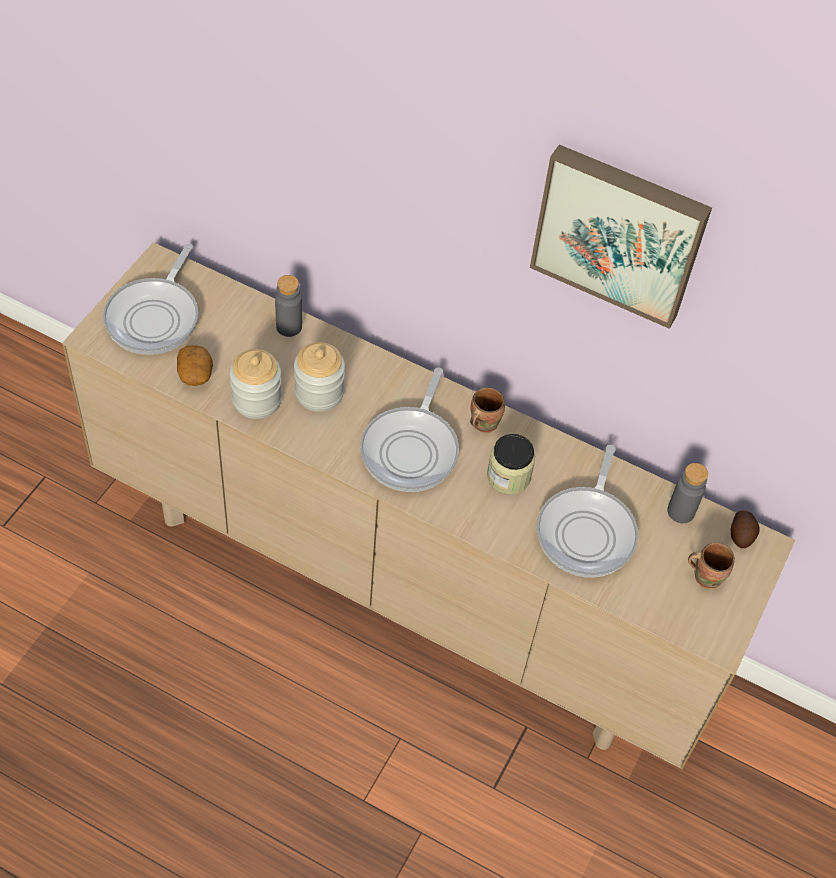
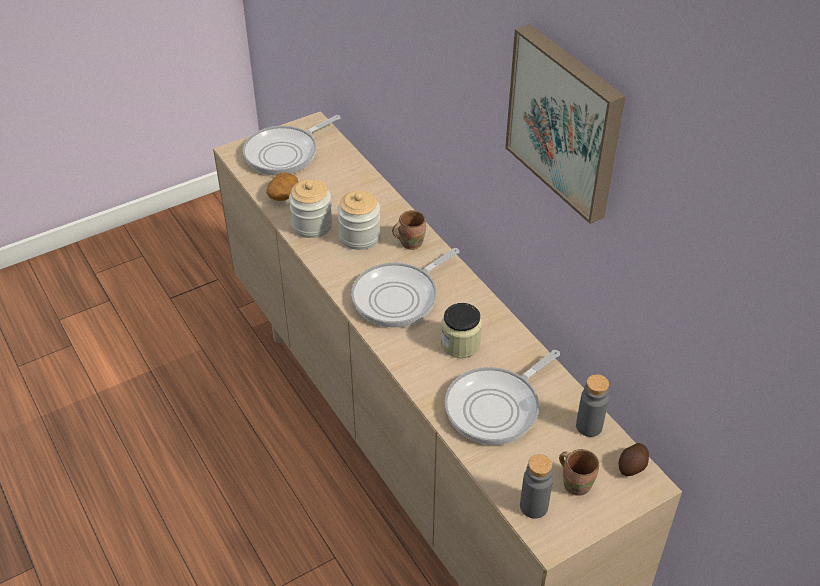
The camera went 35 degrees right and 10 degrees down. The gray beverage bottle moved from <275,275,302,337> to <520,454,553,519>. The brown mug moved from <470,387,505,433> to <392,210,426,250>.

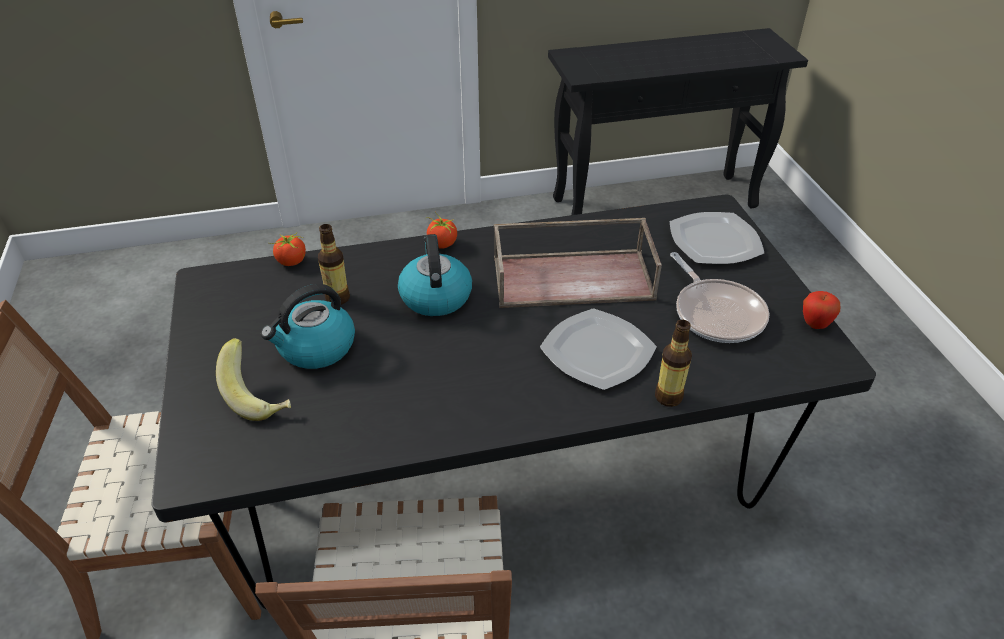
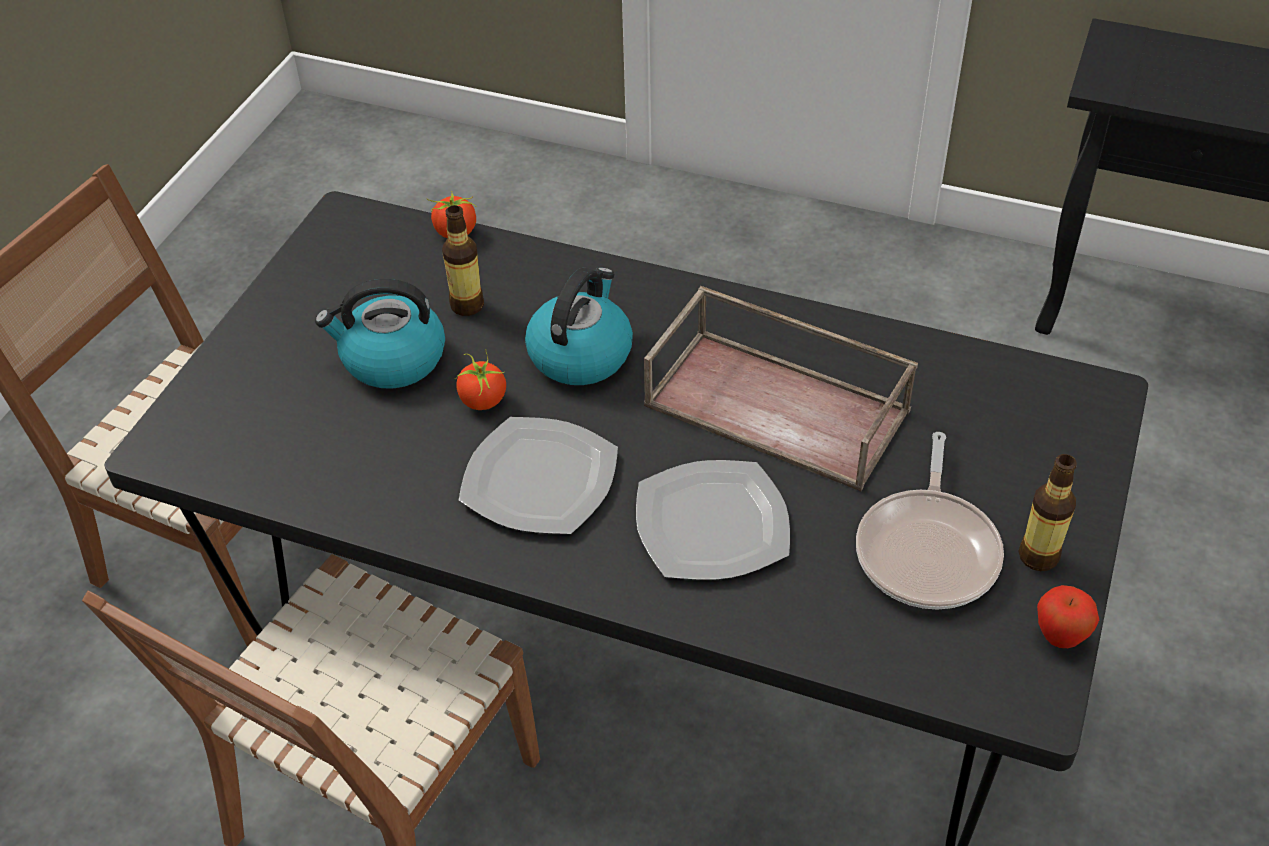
The camera went 35 degrees right and 5 degrees up. The tomato moved from <427,211,457,249> to <454,352,506,410>. The dinner plate moved from <670,212,764,264> to <459,417,618,534>. The beverage bottle moved from <655,320,692,407> to <1019,454,1077,571>. The banana at <216,338,291,421> disappeared.

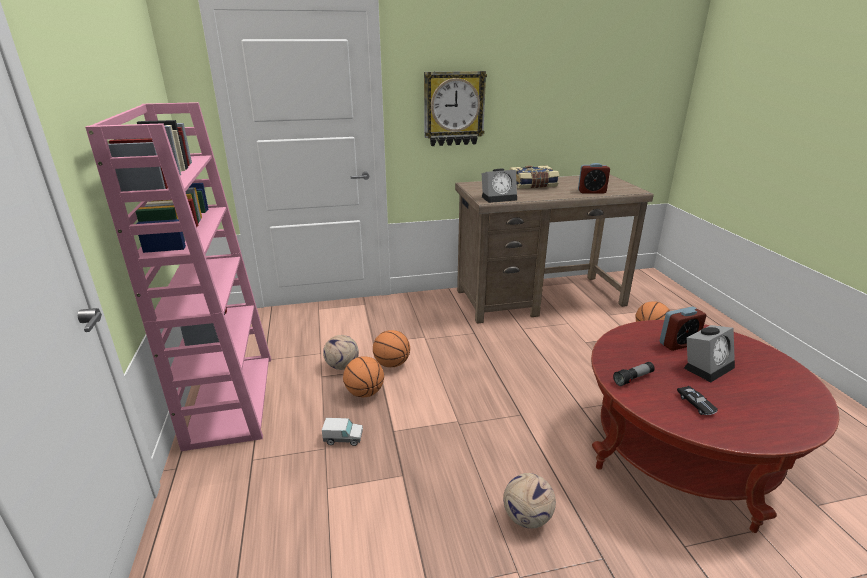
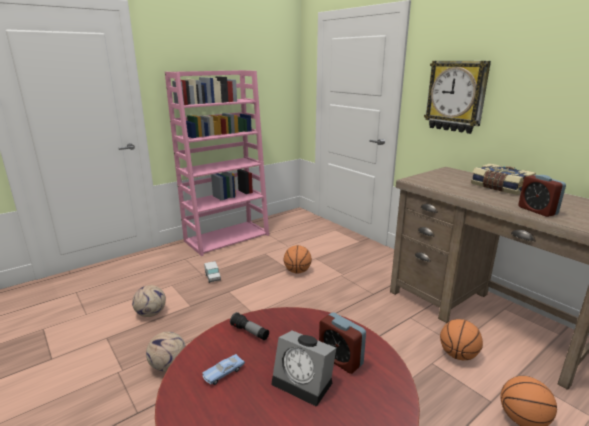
The camera went 65 degrees right and 5 degrees down. The bedside clock at <482,169,517,203> disappeared. The ball for football moved from <323,335,359,370> to <132,285,166,317>. The basketball ball moved from <343,356,384,397> to <440,319,483,360>. The black-coloured model car at <677,386,718,415> became the blue model car at <202,354,245,385>.

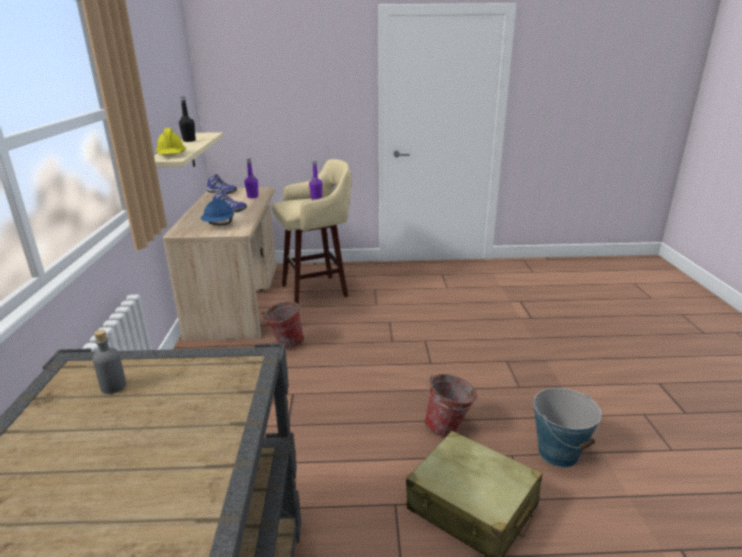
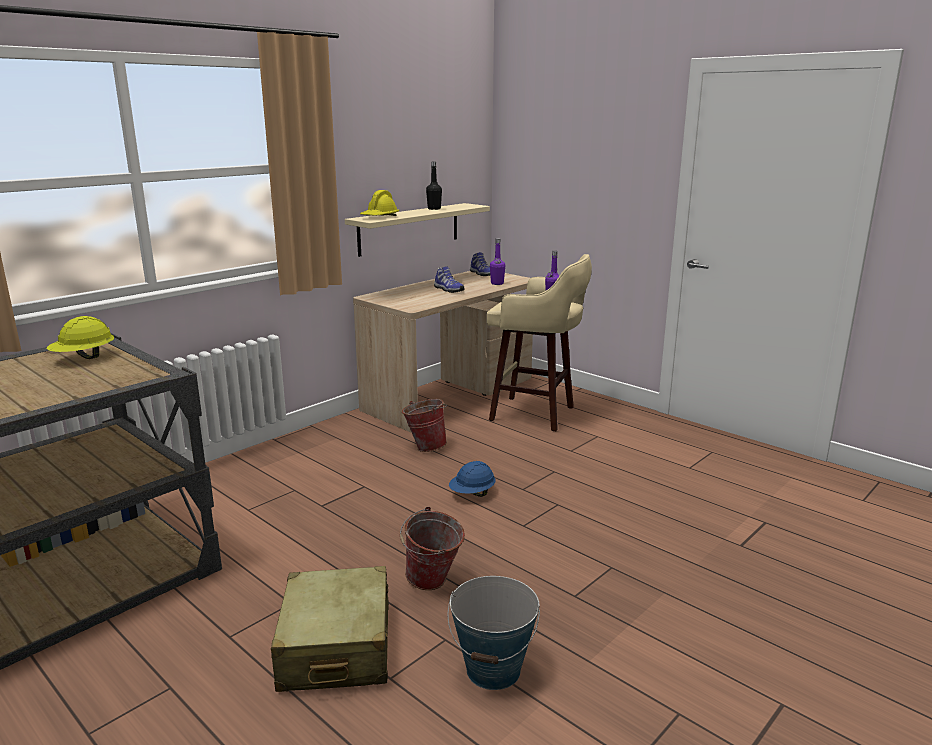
The camera went 45 degrees right and 5 degrees down. The blue safety helmet moved from <201,199,234,225> to <449,461,496,497>. The gray beverage bottle at <92,330,126,394> was replaced by the yellowish safety helmet at <47,316,114,359>.

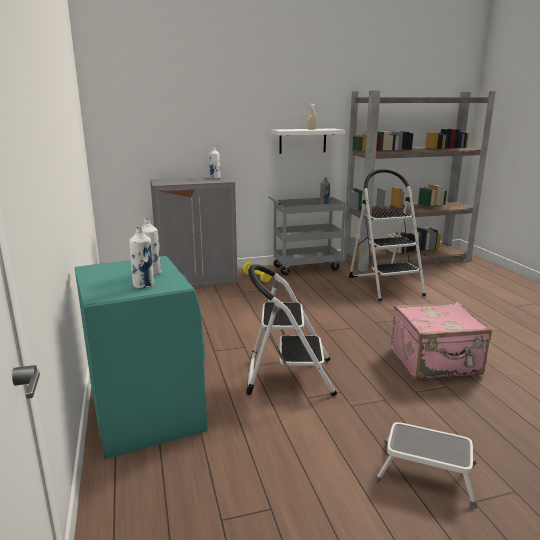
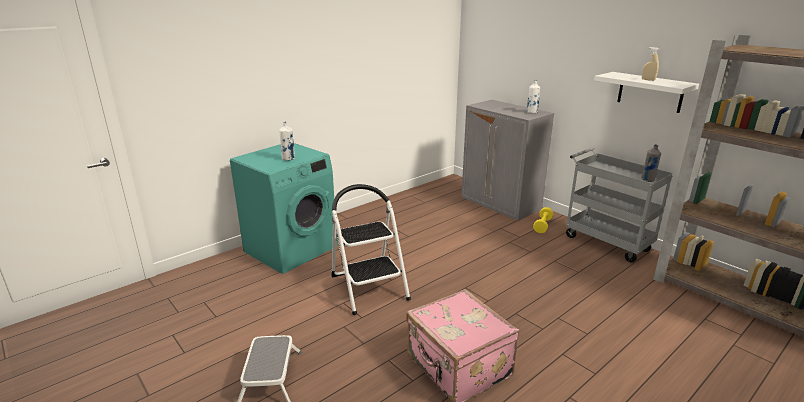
The camera went 65 degrees right and 5 degrees up. The step ladder at <349,169,426,301> disappeared. The white-coloured beverage bottle at <129,227,154,289> disappeared.

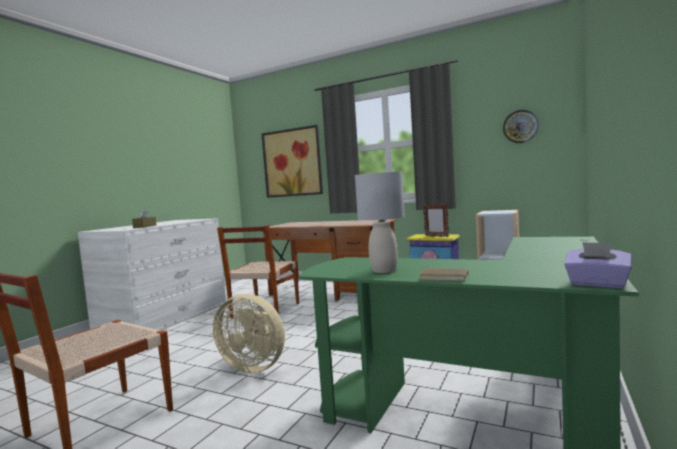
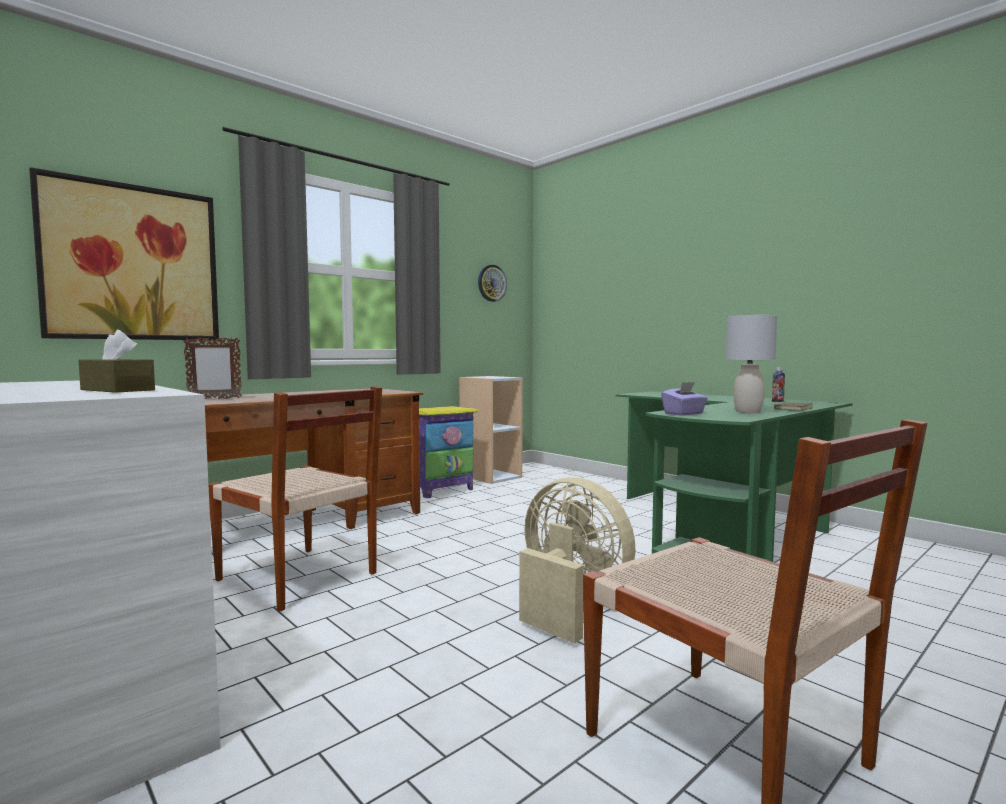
The camera went 70 degrees left and 0 degrees up. The photo frame moved from <423,203,449,237> to <183,338,242,399>. The purplish tissue box moved from <565,242,632,288> to <661,382,708,416>. The beige fan at <213,294,285,373> turned 90 degrees counterclockwise. The beverage bottle at <772,367,785,402> appeared.

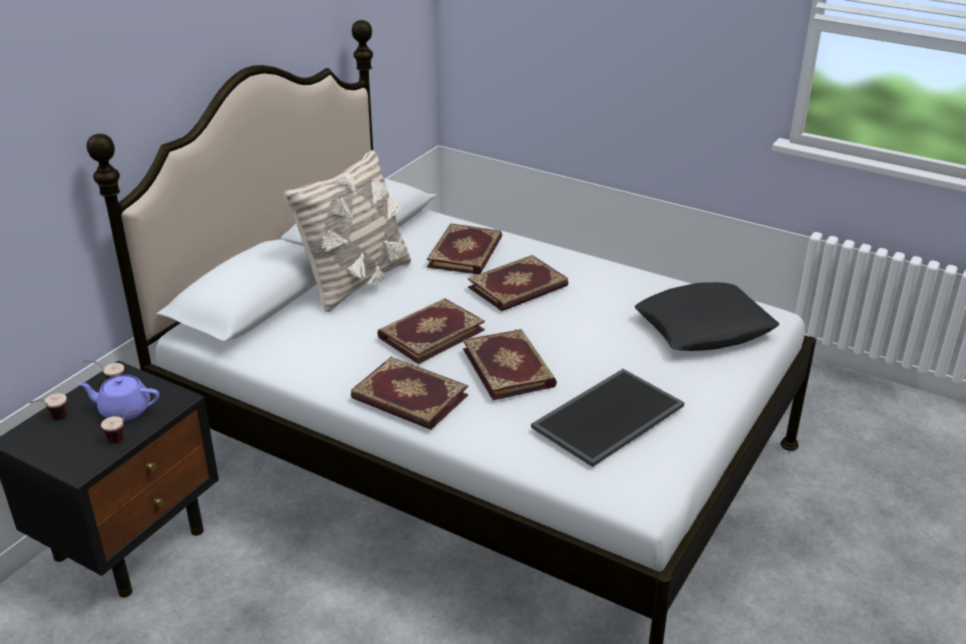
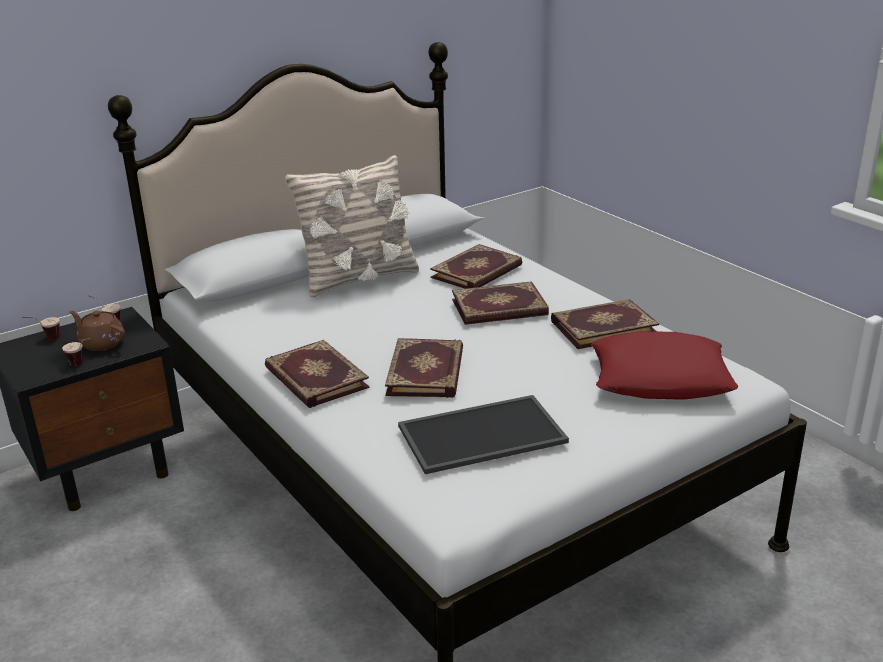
The camera went 25 degrees right and 5 degrees down. The black-coloured pillow at <635,282,779,351> became the reddish pillow at <591,331,738,400>. The volume moved from <377,298,485,364> to <551,299,659,349>. The purplish teapot at <77,375,159,421> became the brown teapot at <69,311,125,351>.

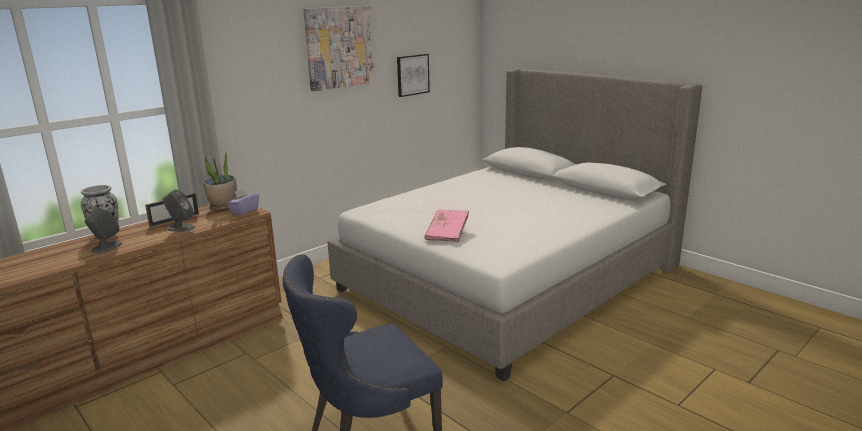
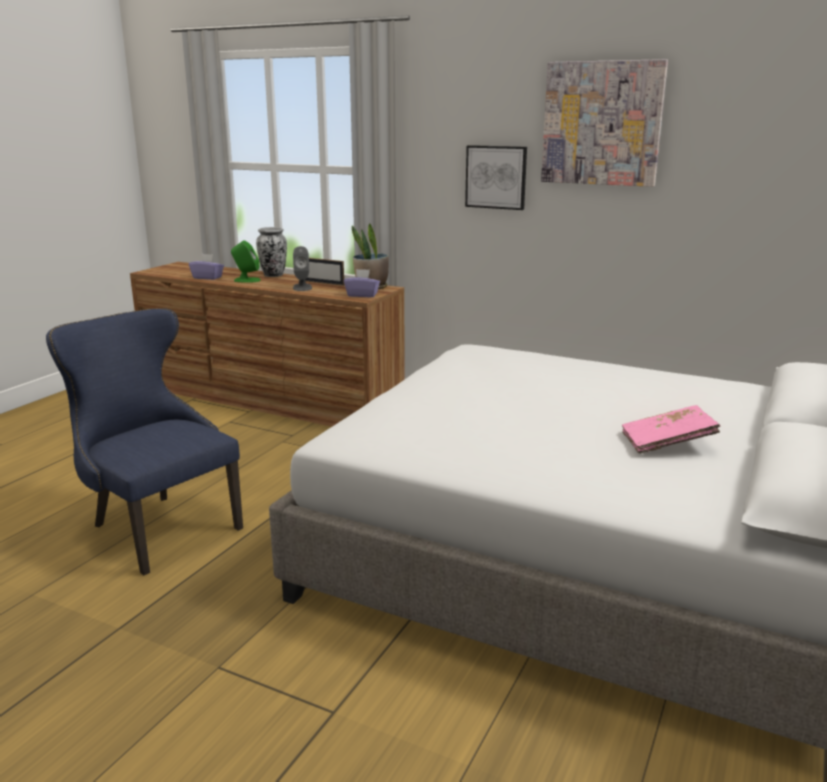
The camera went 70 degrees right and 0 degrees up. The wall art moved from <397,54,430,97> to <465,145,527,210>. The gray audio speaker at <85,207,122,253> became the greenish audio speaker at <231,240,260,282>. The pink-coloured volume moved from <424,210,469,242> to <622,405,720,454>. The purplish tissue box at <189,254,224,280> appeared.

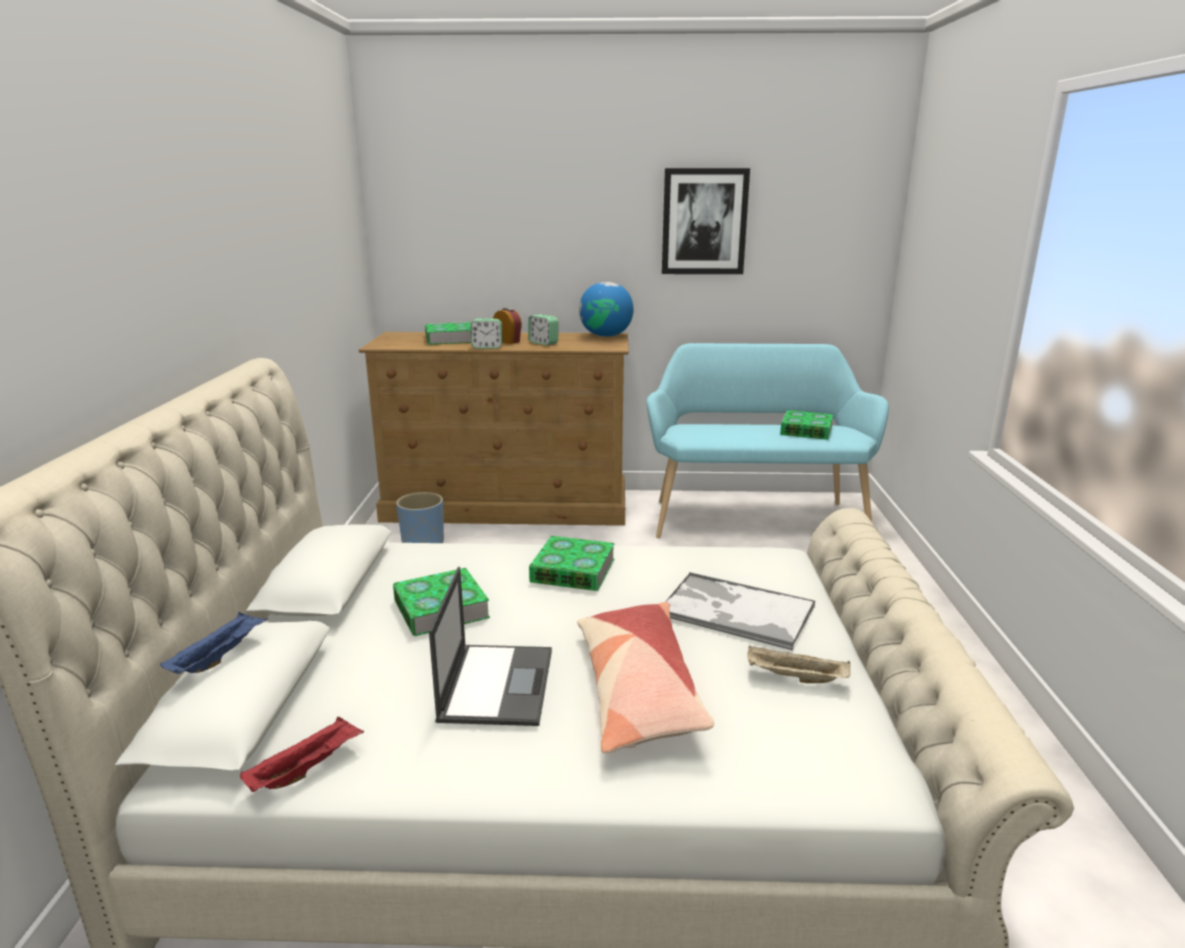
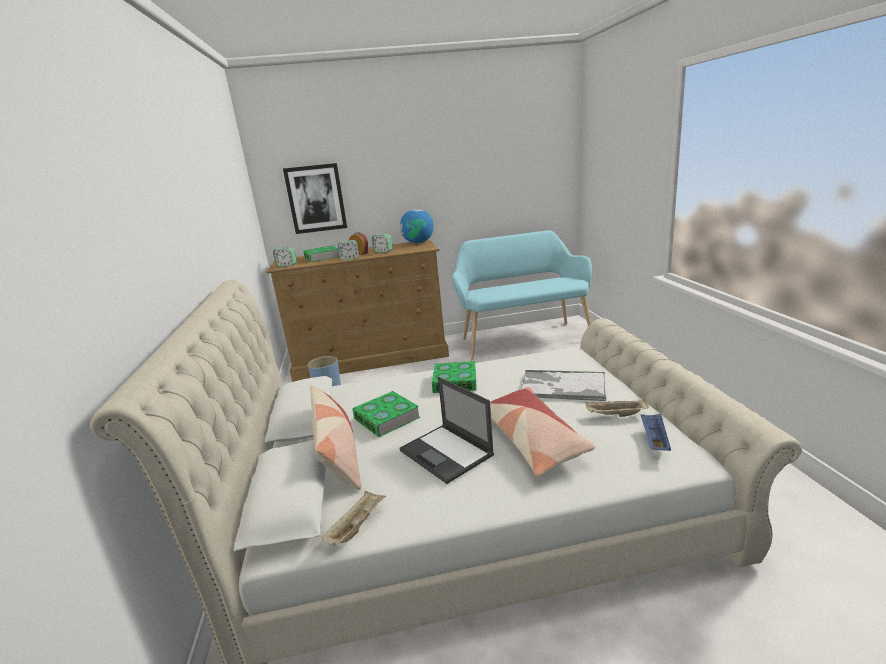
The camera went 10 degrees left and 0 degrees up. The wall art moved from <662,168,750,274> to <283,163,347,234>. The volume at <780,410,833,440> disappeared. The laptop at <429,567,552,726> turned 150 degrees clockwise. The blue tray moved from <160,612,268,674> to <641,413,671,451>. The reddish tray at <240,717,364,792> became the beige tray at <321,491,386,546>. The bedside clock at <273,247,297,267> appeared. The pillow at <310,385,362,490> appeared.

